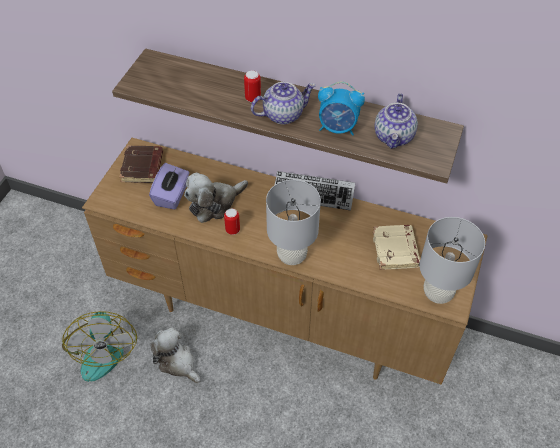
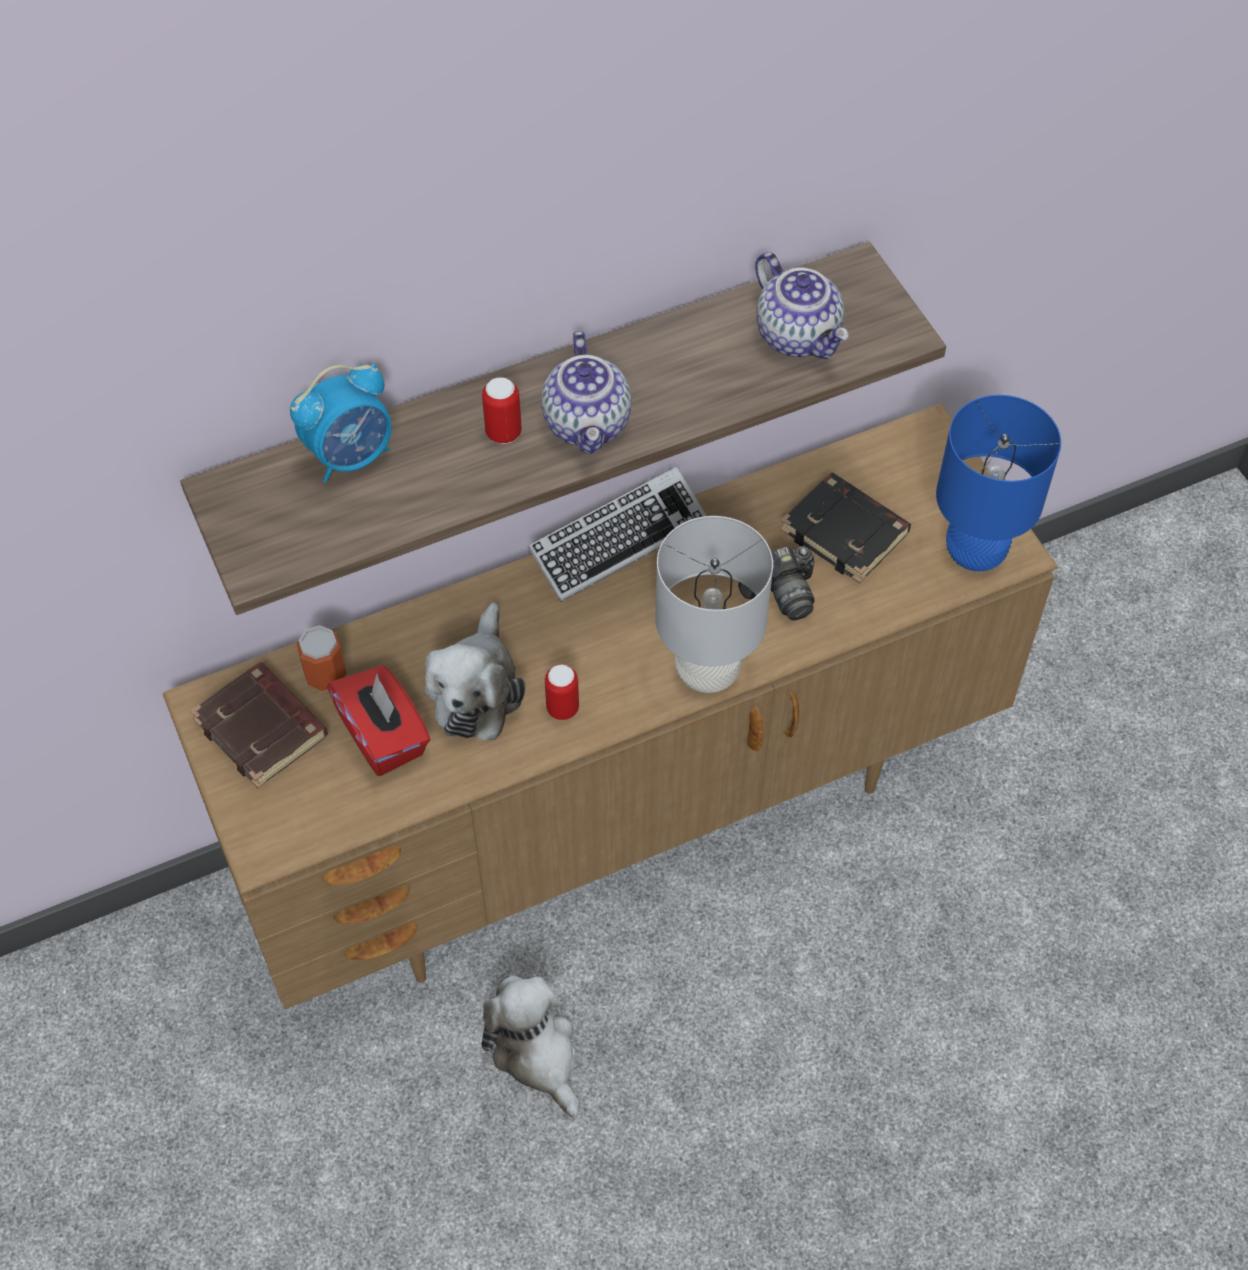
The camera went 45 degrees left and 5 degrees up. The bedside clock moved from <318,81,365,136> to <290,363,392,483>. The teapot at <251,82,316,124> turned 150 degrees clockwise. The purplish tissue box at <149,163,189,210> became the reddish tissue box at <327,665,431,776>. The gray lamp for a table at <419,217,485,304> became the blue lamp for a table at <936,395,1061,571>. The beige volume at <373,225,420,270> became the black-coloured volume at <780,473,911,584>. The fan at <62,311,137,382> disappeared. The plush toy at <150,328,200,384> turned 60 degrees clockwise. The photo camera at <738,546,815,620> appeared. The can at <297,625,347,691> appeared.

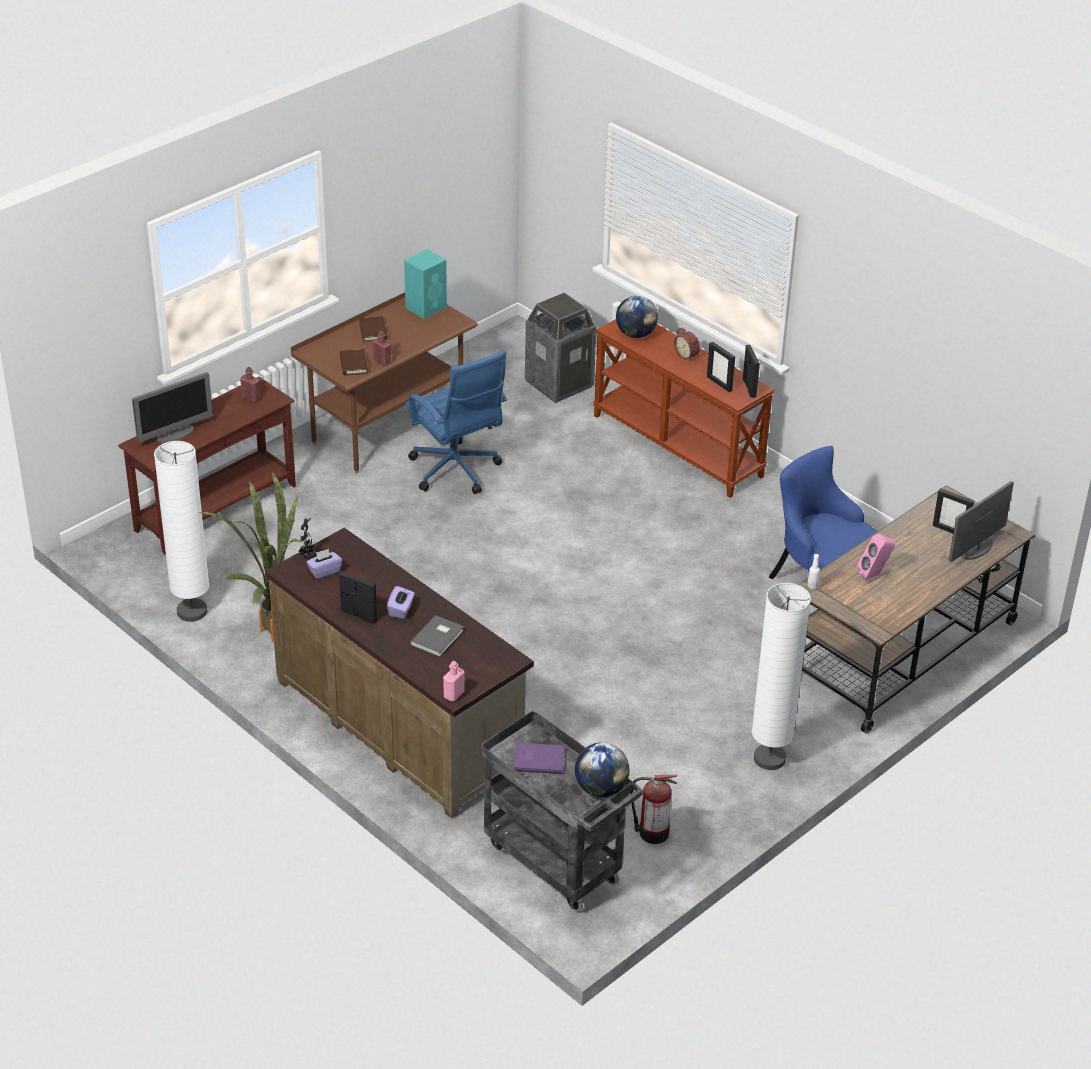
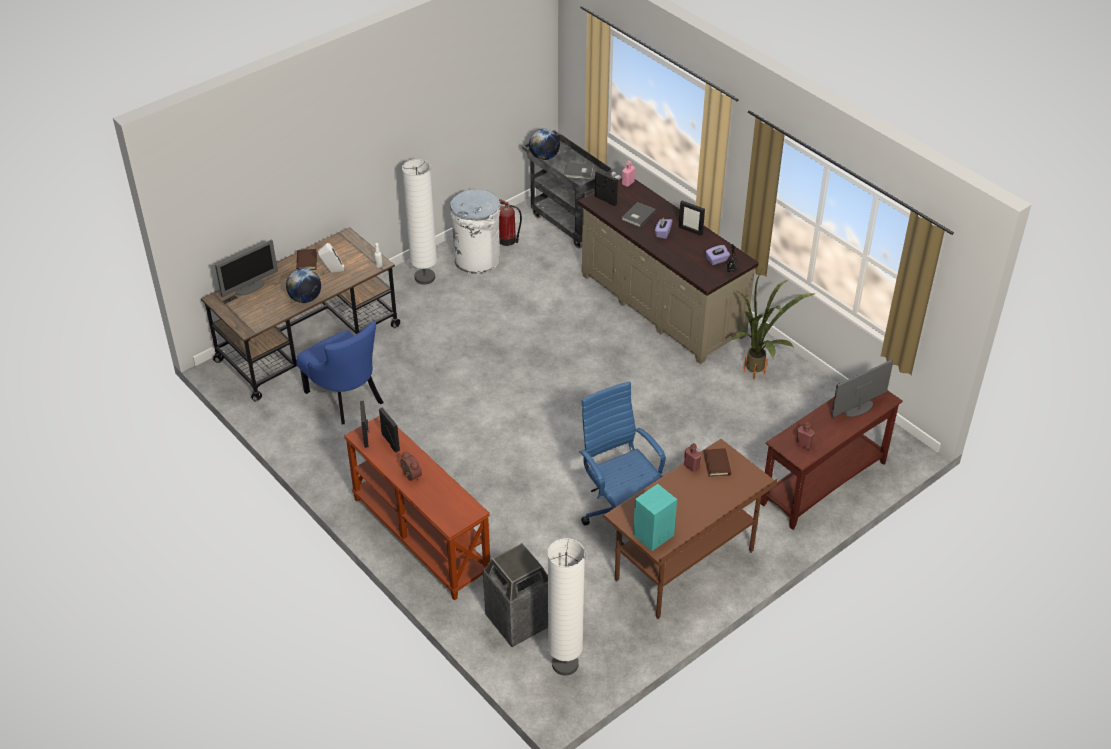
The camera went 175 degrees left and 5 degrees up. The desk globe moved from <616,296,658,338> to <286,268,321,303>. The brown volume moved from <359,316,387,342> to <297,249,317,270>. The white-coloured standard lamp moved from <154,441,209,622> to <547,538,585,676>. The photo frame moved from <933,488,974,533> to <595,170,618,207>. The pink-coloured audio speaker at <857,534,895,580> became the white-coloured audio speaker at <318,243,344,273>. The purplish volume at <514,743,564,774> became the gray volume at <563,162,594,179>. The white-coloured rubbish bin at <450,189,500,274> appeared.

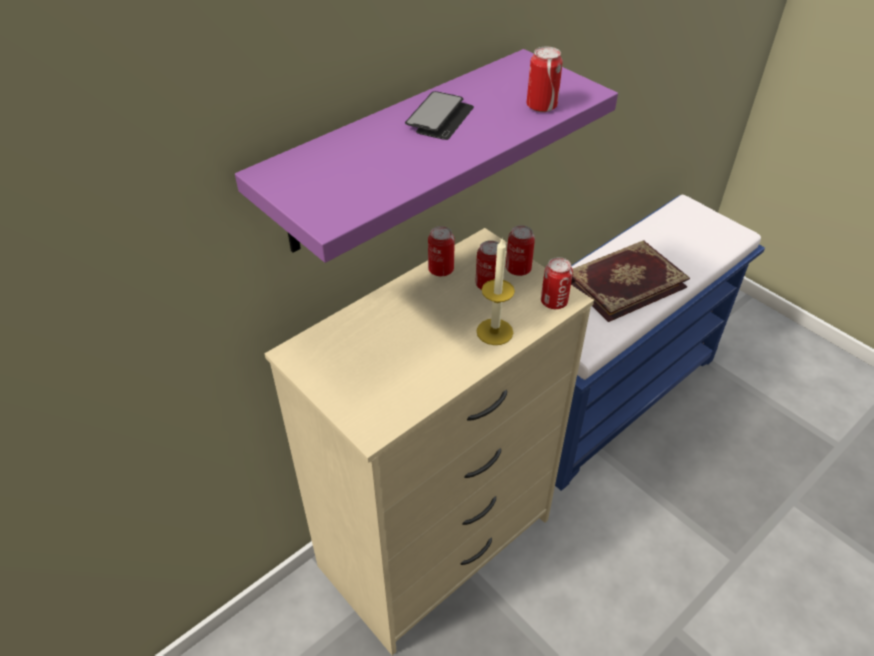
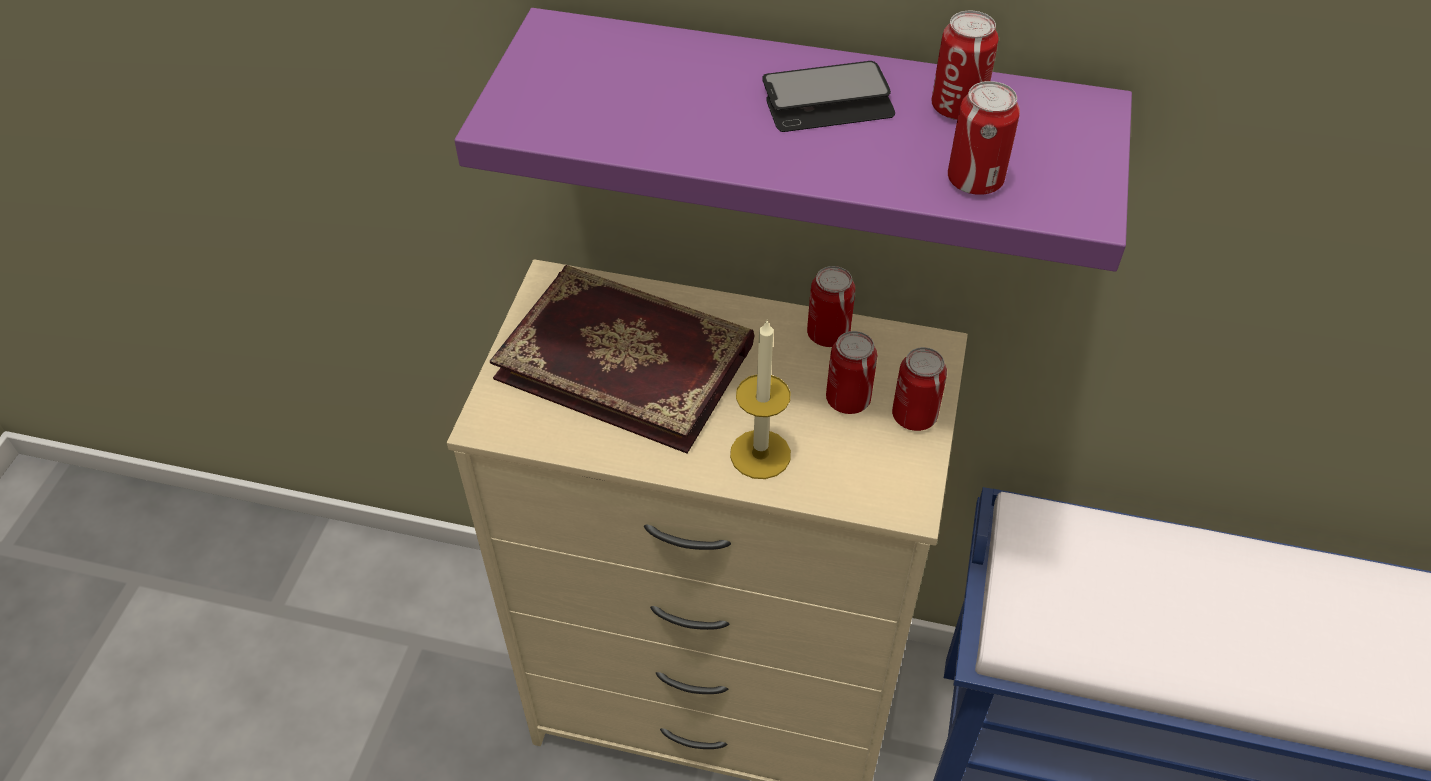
The camera went 55 degrees right and 5 degrees up. The volume moved from <571,240,690,322> to <490,265,754,453>. The can moved from <541,257,573,309> to <931,11,999,120>.

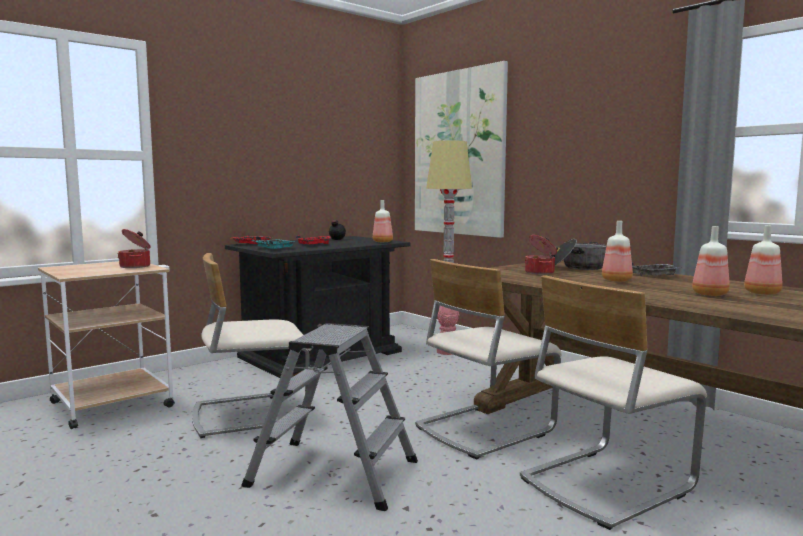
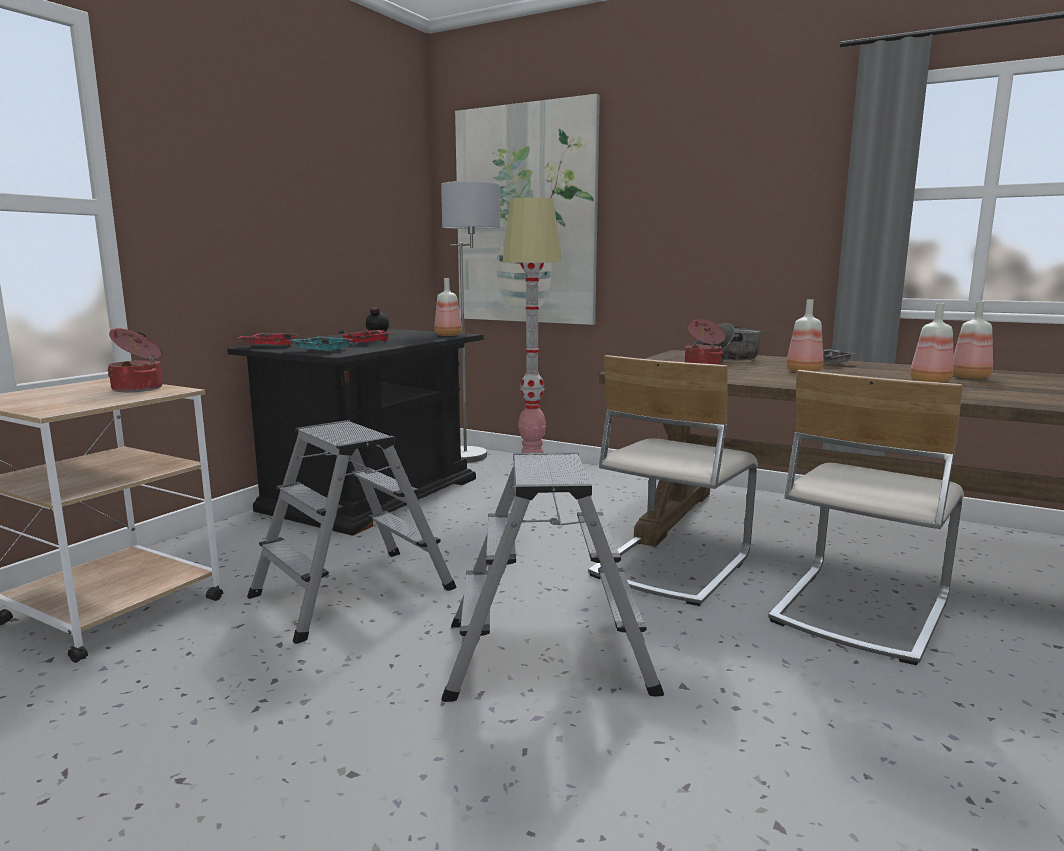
The camera went 20 degrees left and 5 degrees up. The beige plain chair at <192,253,312,438> was replaced by the gray step ladder at <247,420,457,644>. The gray standard lamp at <441,181,500,463> appeared.

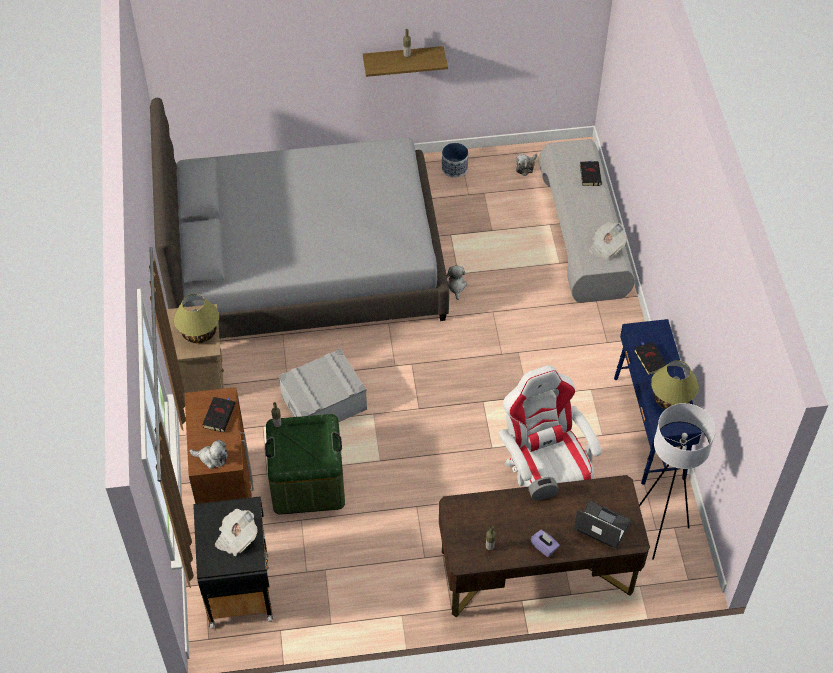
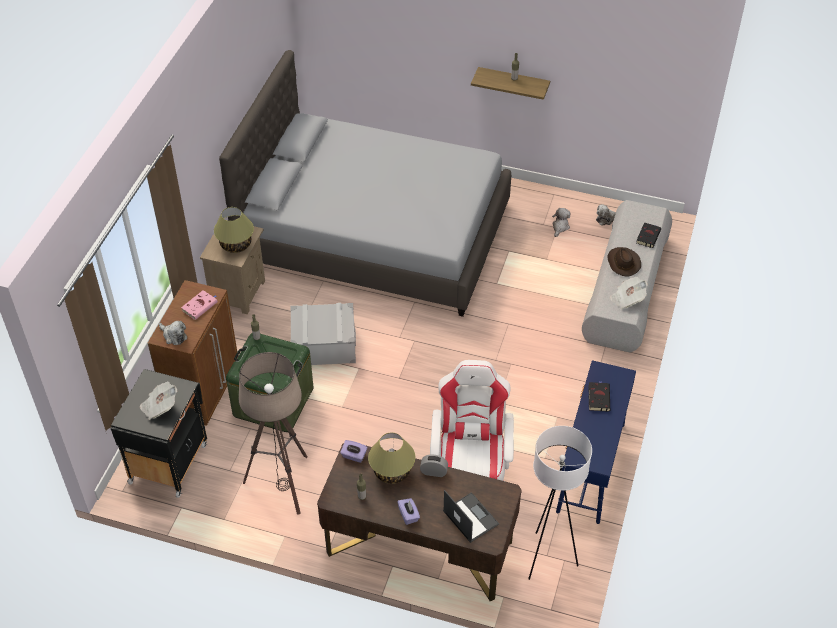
The camera went 25 degrees right and 5 degrees down. The planter at <442,143,468,178> disappeared. The plush toy moved from <446,265,467,300> to <552,208,570,237>. The lamp for a table moved from <651,360,699,409> to <368,432,415,484>. The black-coloured volume at <202,397,236,432> became the pink-coloured volume at <181,290,218,320>. The brown clothing hat at <607,247,641,277> appeared. The standard lamp at <239,352,307,515> appeared. The purplish tissue box at <340,440,368,463> appeared.

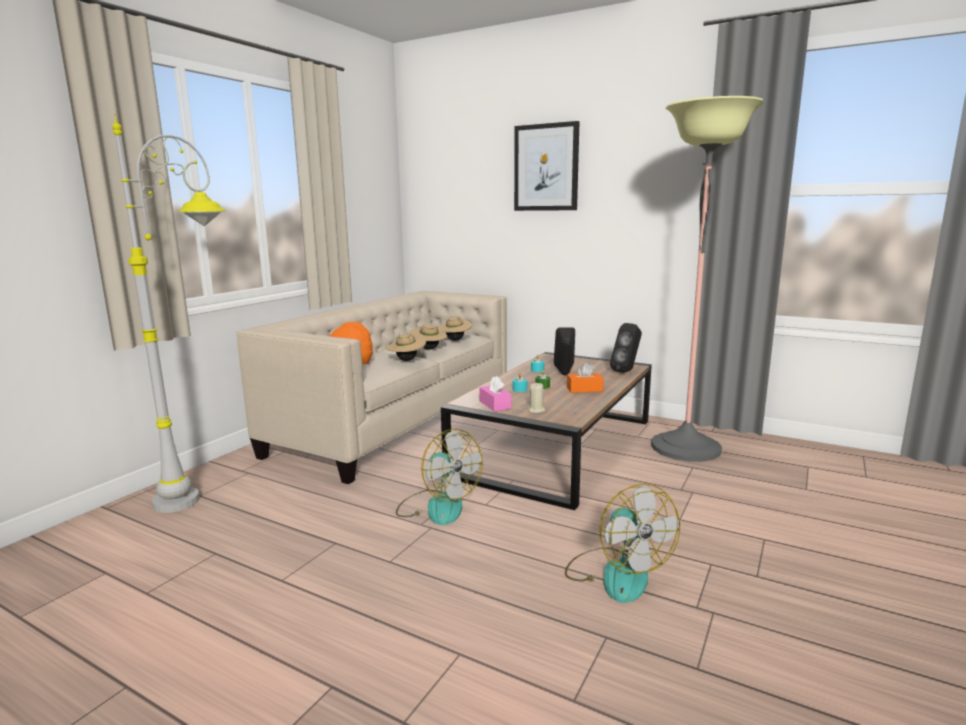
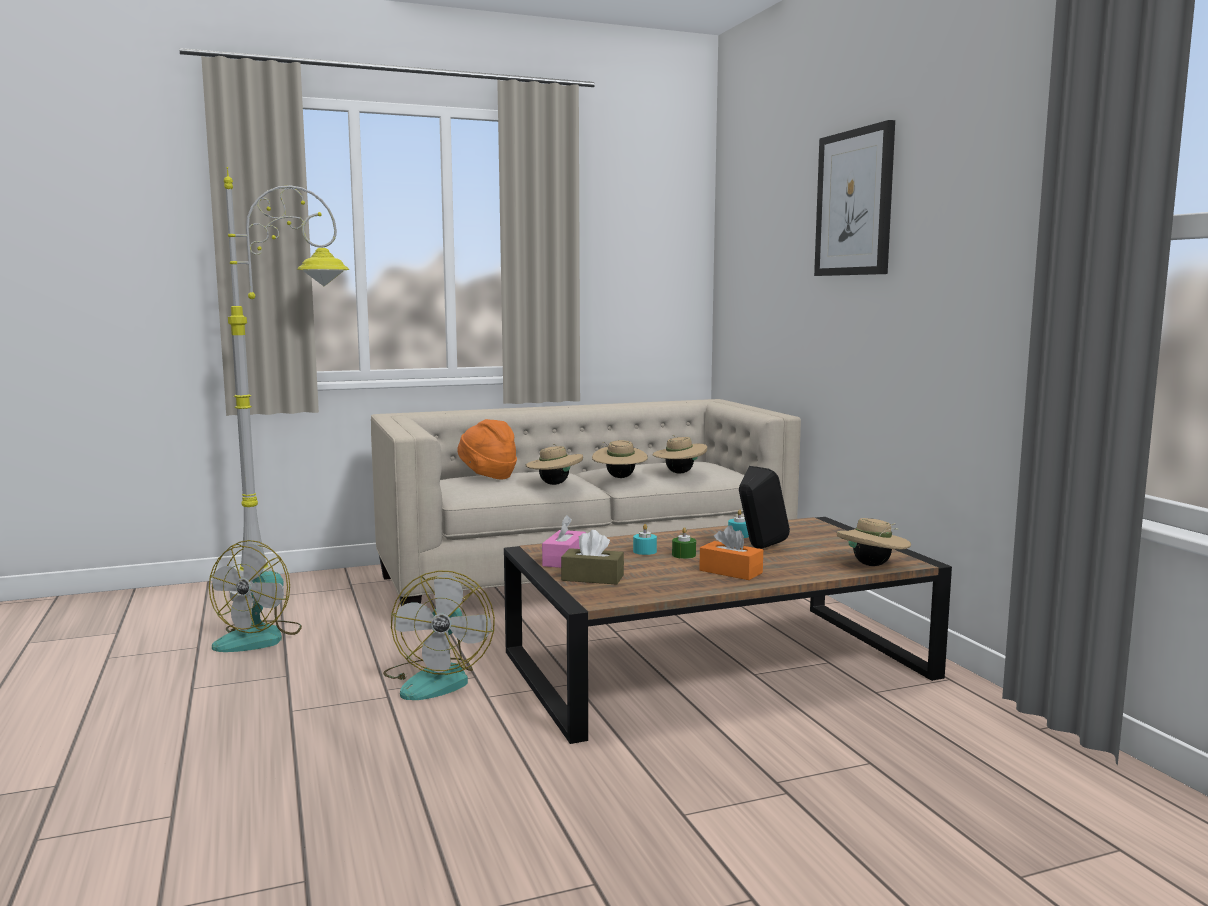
The camera went 40 degrees right and 5 degrees down. The standard lamp at <651,96,764,462> disappeared. The black-coloured audio speaker at <610,323,642,373> was replaced by the beige clothing hat at <837,518,911,566>. The beige wax candle at <528,382,546,413> was replaced by the brown tissue box at <561,530,624,585>. The fan moved from <565,483,680,603> to <209,540,302,652>.

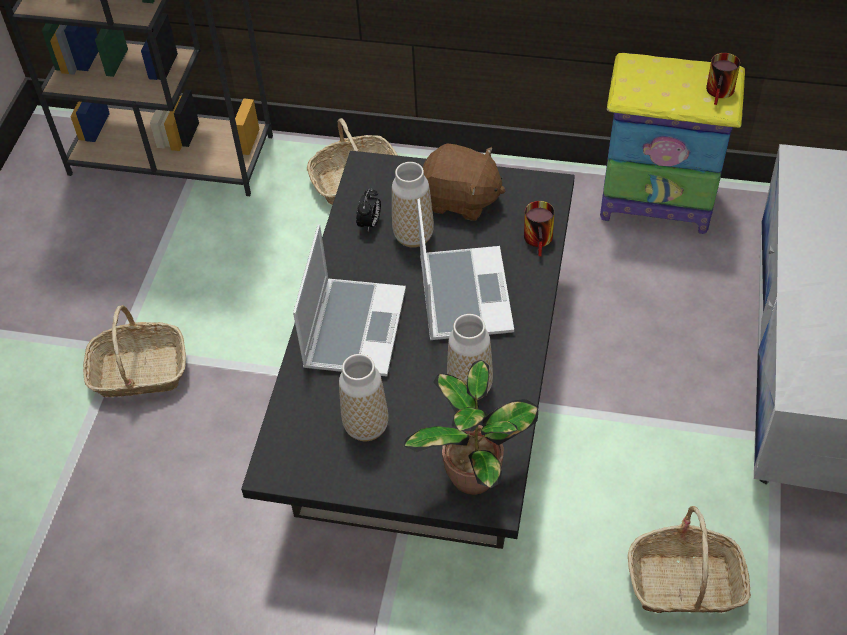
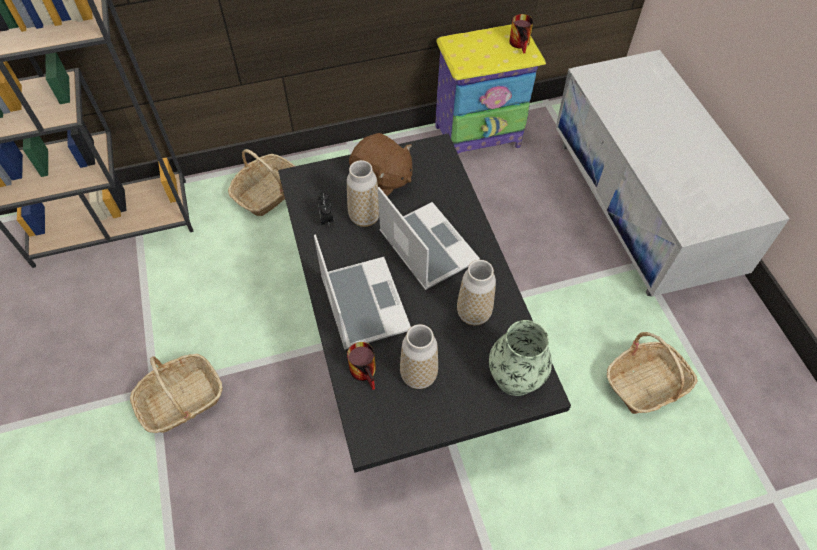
The camera went 30 degrees left and 5 degrees up. The brown plush toy at <423,144,505,221> turned 45 degrees clockwise. The mug moved from <524,201,555,256> to <347,342,376,390>. The potted plant at <404,360,538,495> was replaced by the flower vase at <489,320,552,396>.

